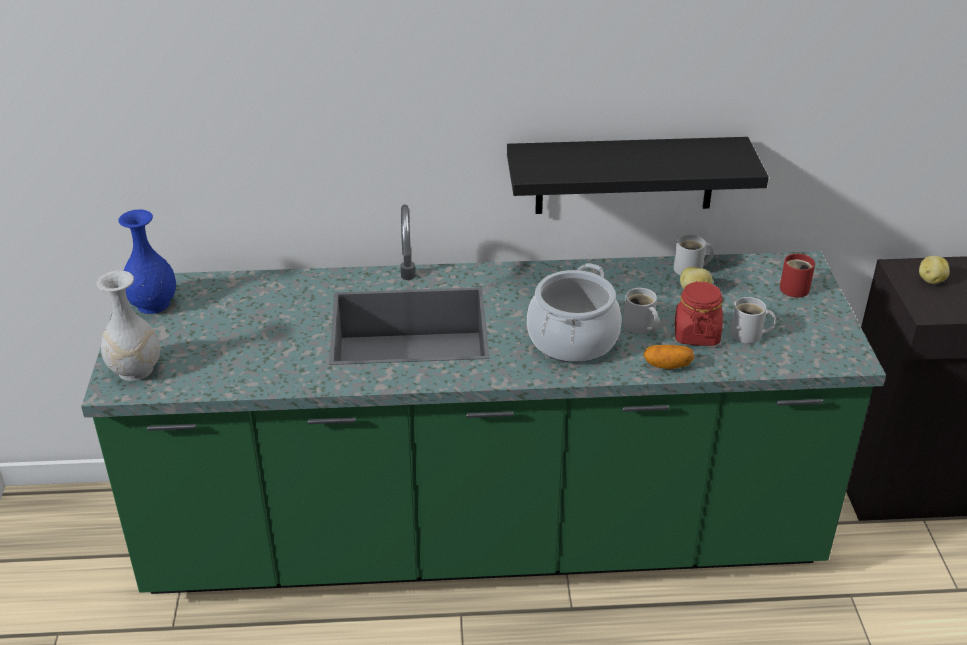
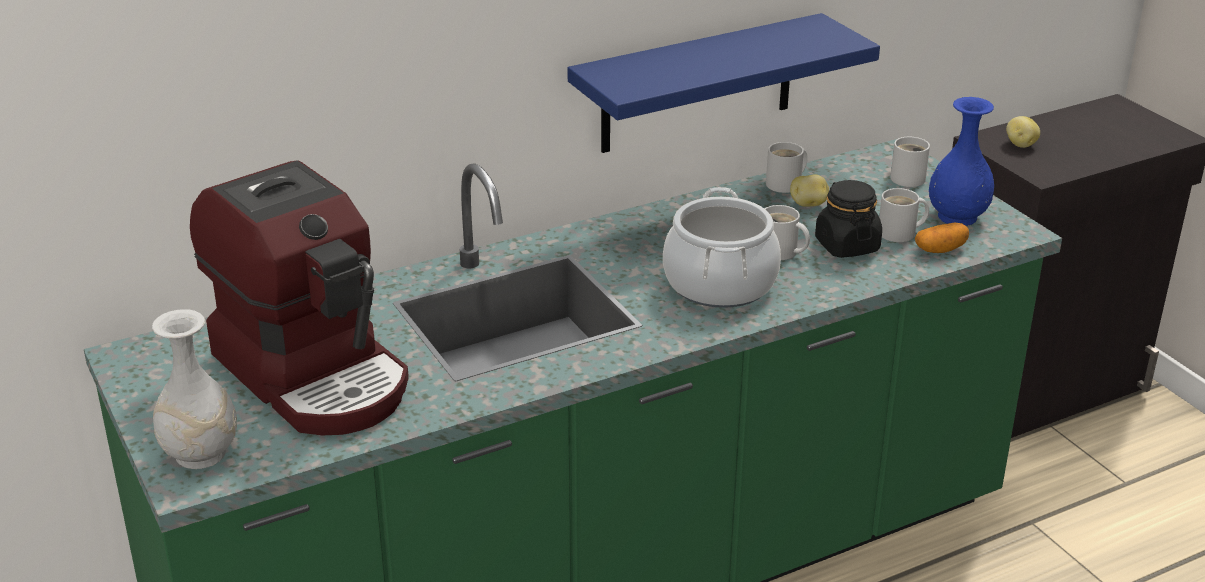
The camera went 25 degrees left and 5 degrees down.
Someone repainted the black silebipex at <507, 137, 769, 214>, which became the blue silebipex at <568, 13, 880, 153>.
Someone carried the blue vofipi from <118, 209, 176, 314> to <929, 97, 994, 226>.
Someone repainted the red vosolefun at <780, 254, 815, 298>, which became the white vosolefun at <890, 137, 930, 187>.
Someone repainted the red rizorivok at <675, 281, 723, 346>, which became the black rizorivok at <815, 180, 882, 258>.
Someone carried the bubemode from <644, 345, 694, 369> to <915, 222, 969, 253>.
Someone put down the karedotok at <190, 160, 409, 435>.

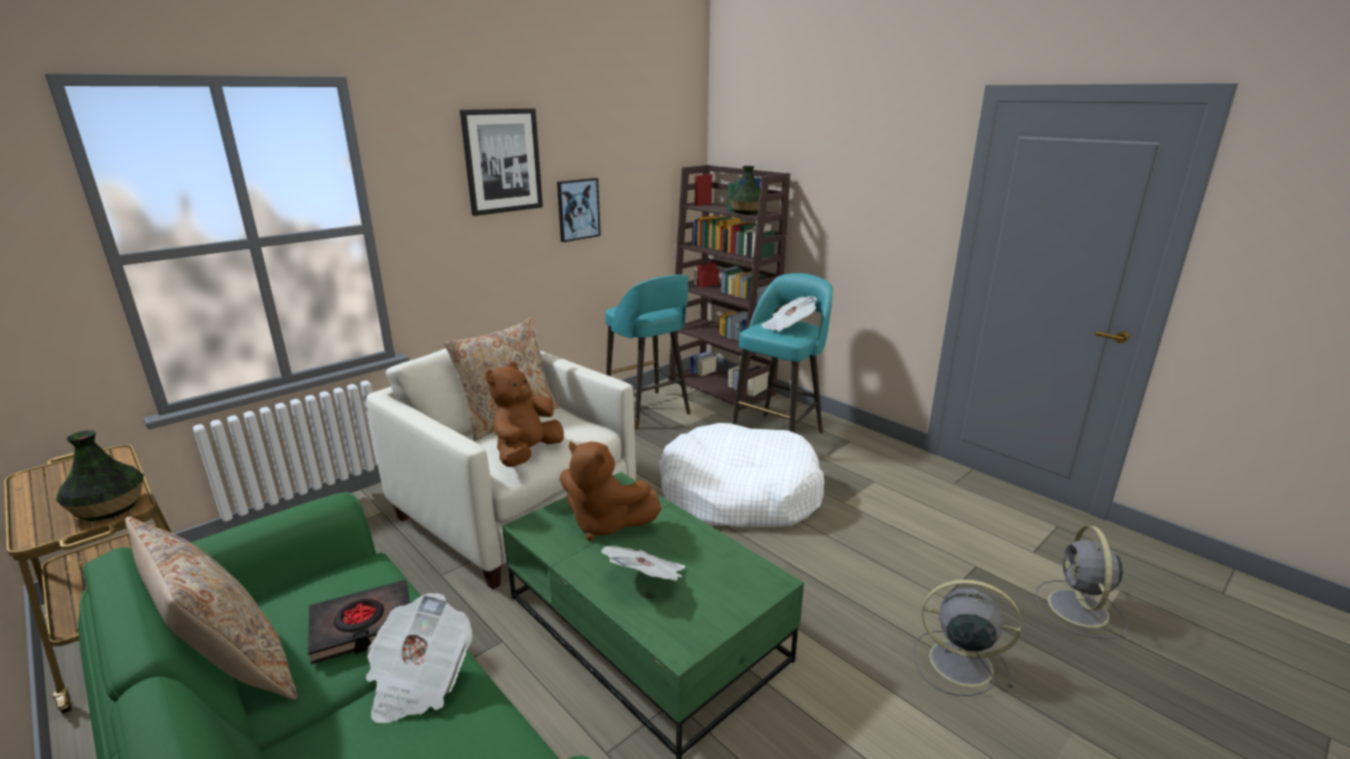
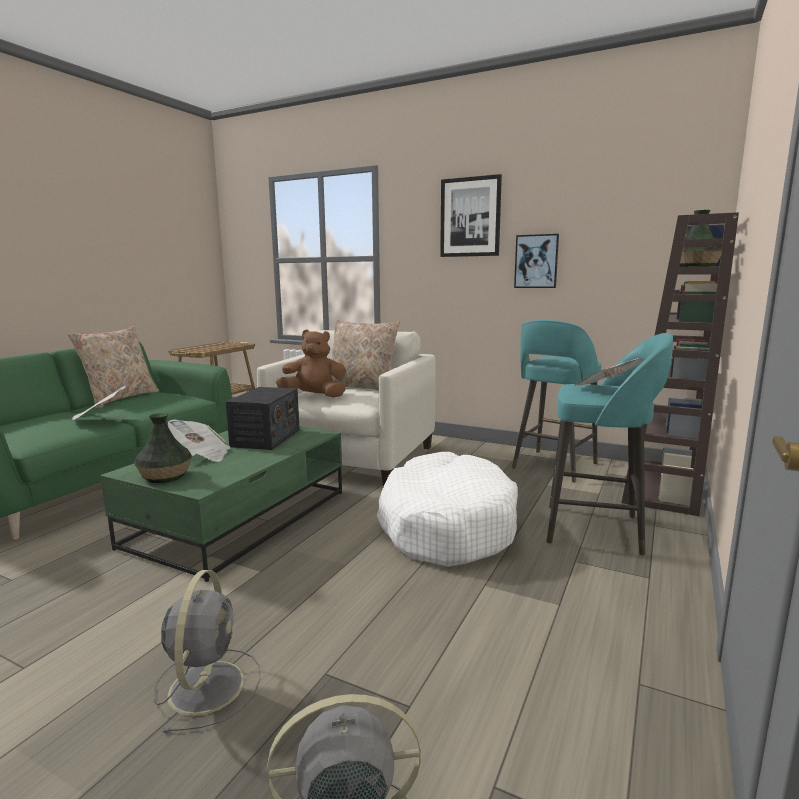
The camera went 70 degrees right and 10 degrees down.
Someone carried the vofipi from <56, 430, 144, 521> to <134, 413, 192, 483>.
Someone swapped the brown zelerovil at <560, 441, 661, 541> for the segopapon at <226, 387, 300, 450>.
Someone took away the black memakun at <308, 580, 410, 664>.

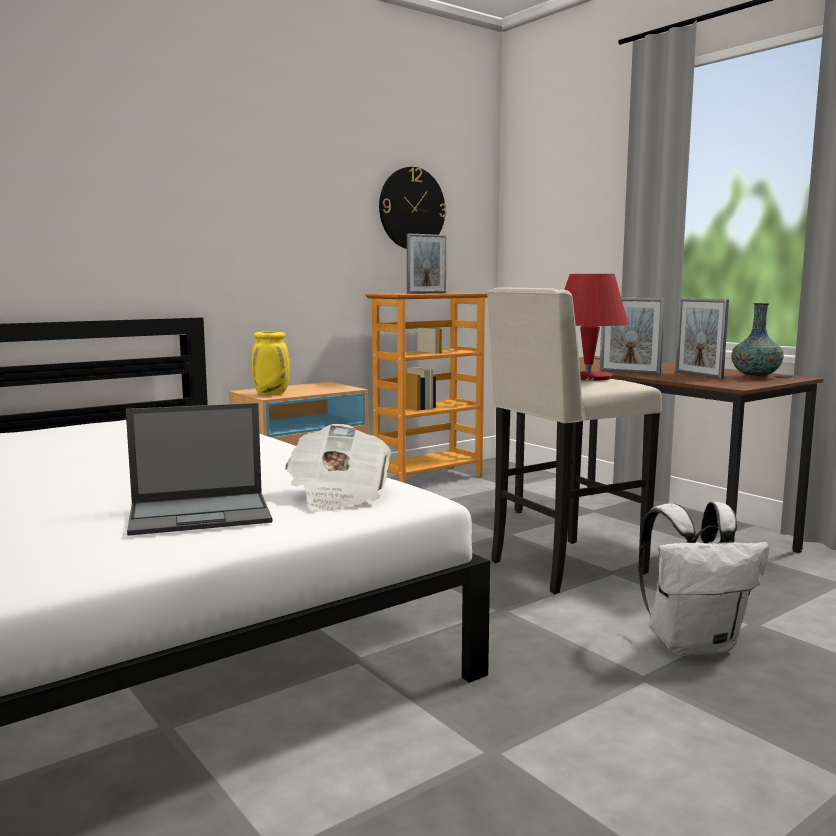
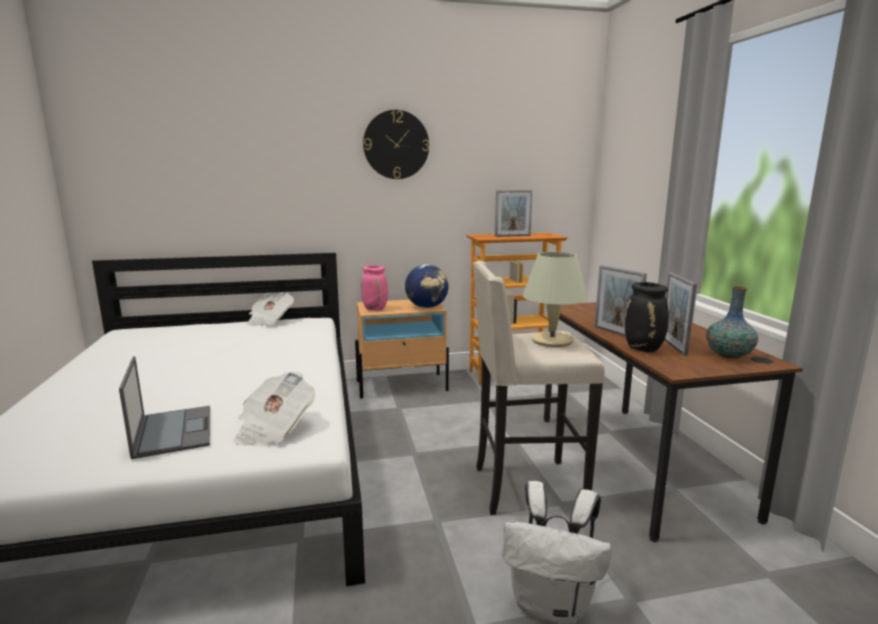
The camera went 25 degrees right and 5 degrees up.
Someone carried the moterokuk from <379, 167, 446, 249> to <363, 110, 429, 179>.
Someone repainted the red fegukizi at <564, 274, 628, 381>, which became the beige fegukizi at <523, 252, 588, 347>.
Someone repainted the yellow vofipi at <251, 331, 290, 395>, which became the pink vofipi at <361, 265, 388, 311>.
Someone rotated the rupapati at <126, 403, 272, 536> by 120 degrees counterclockwise.
Someone put down the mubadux at <405, 264, 449, 308>.
Someone put down the black vofipi at <625, 282, 669, 352>.
Someone put down the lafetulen at <247, 292, 294, 326>.

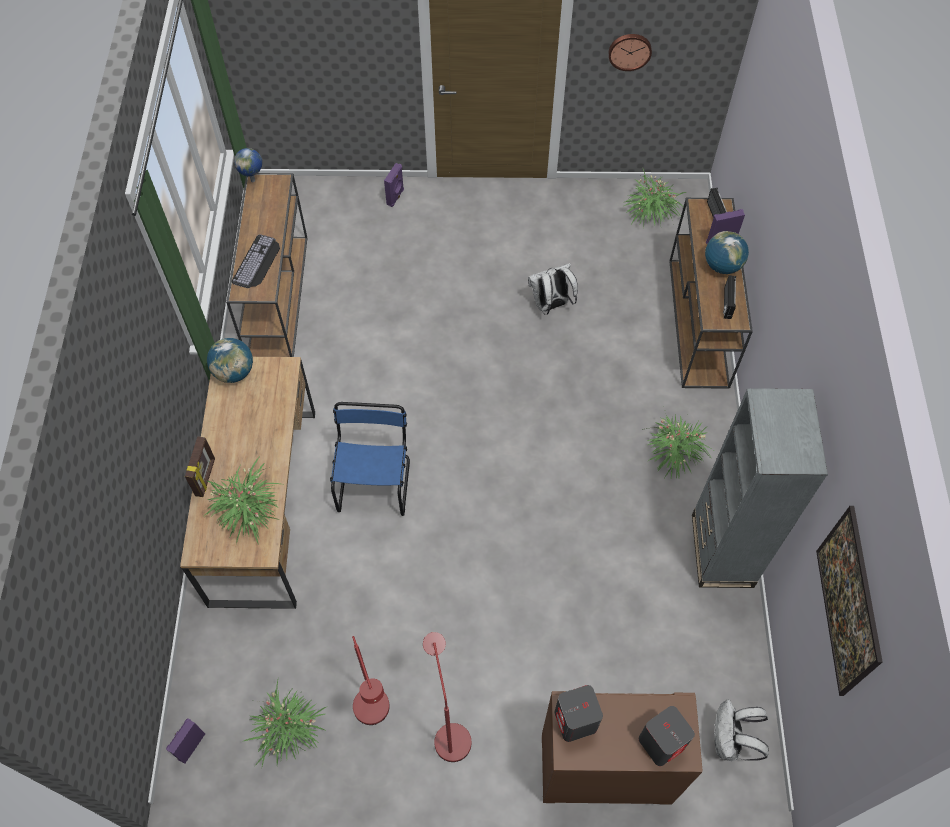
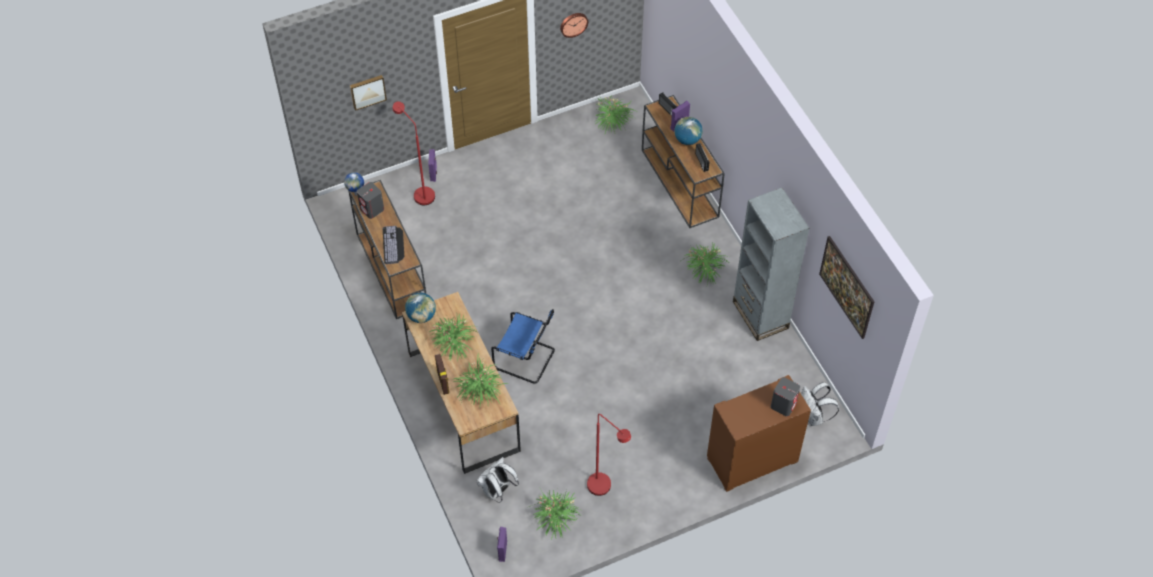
The camera went 25 degrees left and 5 degrees down.
Someone carried the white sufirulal from <528, 263, 578, 315> to <477, 457, 519, 503>.
Someone rotated the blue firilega at <330, 402, 410, 516> by 135 degrees clockwise.
Someone carried the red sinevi from <423, 632, 471, 762> to <392, 101, 435, 205>.
Someone carried the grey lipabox from <555, 685, 603, 742> to <357, 182, 384, 219>.
Someone put up the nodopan at <350, 75, 387, 111>.
Someone put down the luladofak at <428, 313, 479, 358>.

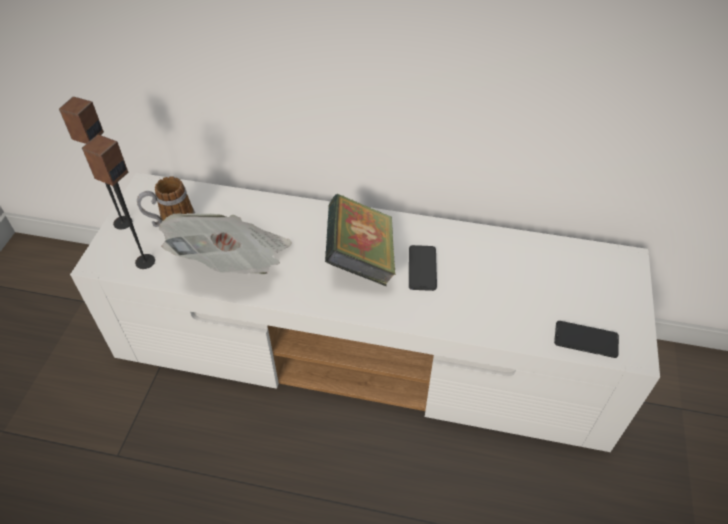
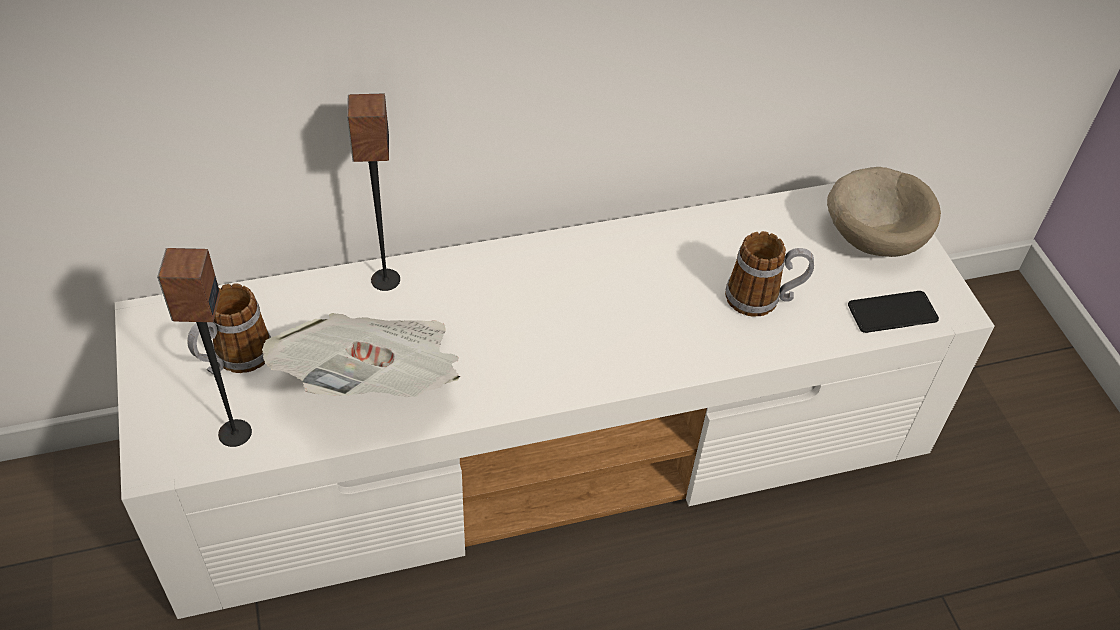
The camera went 30 degrees left and 0 degrees up.
Someone carried the lipabox from <59, 97, 132, 229> to <347, 94, 400, 291>.
Someone took away the memakun at <325, 194, 396, 286>.
Someone took away the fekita at <409, 245, 437, 291>.
Someone put down the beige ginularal at <827, 167, 941, 257>.
Someone put down the vosolefun at <725, 231, 814, 317>.

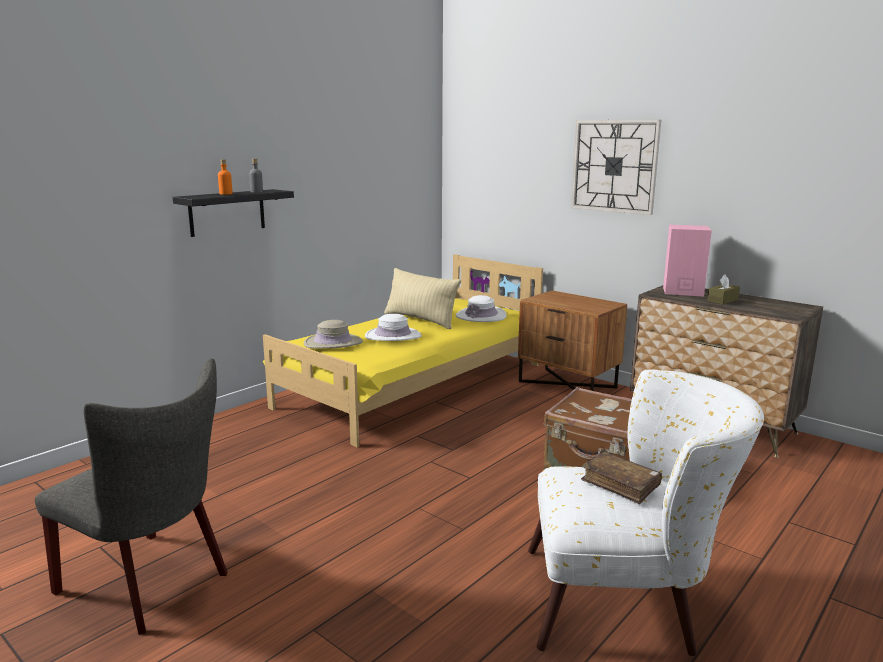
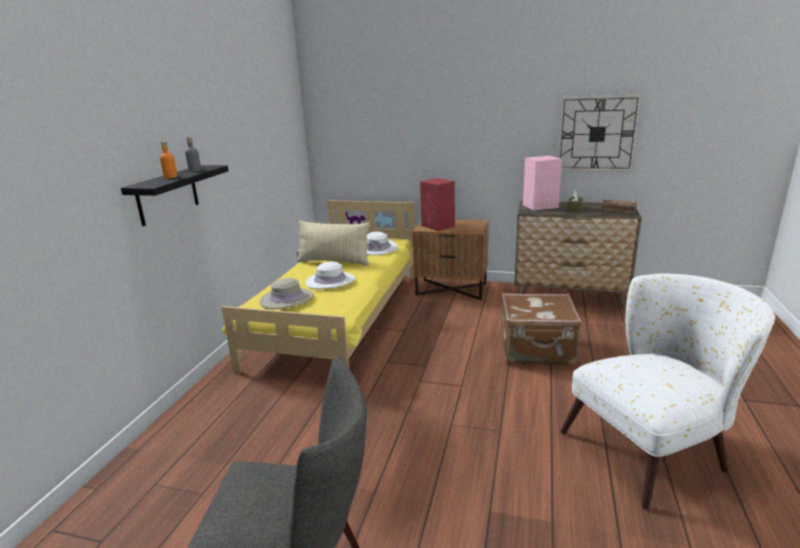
The camera went 25 degrees left and 5 degrees up.
Someone carried the moterokuk from <571, 120, 661, 215> to <557, 94, 642, 172>.
Someone carried the brown memakun from <581, 452, 662, 504> to <602, 200, 637, 214>.
Someone put down the red lipabox at <420, 178, 455, 231>.

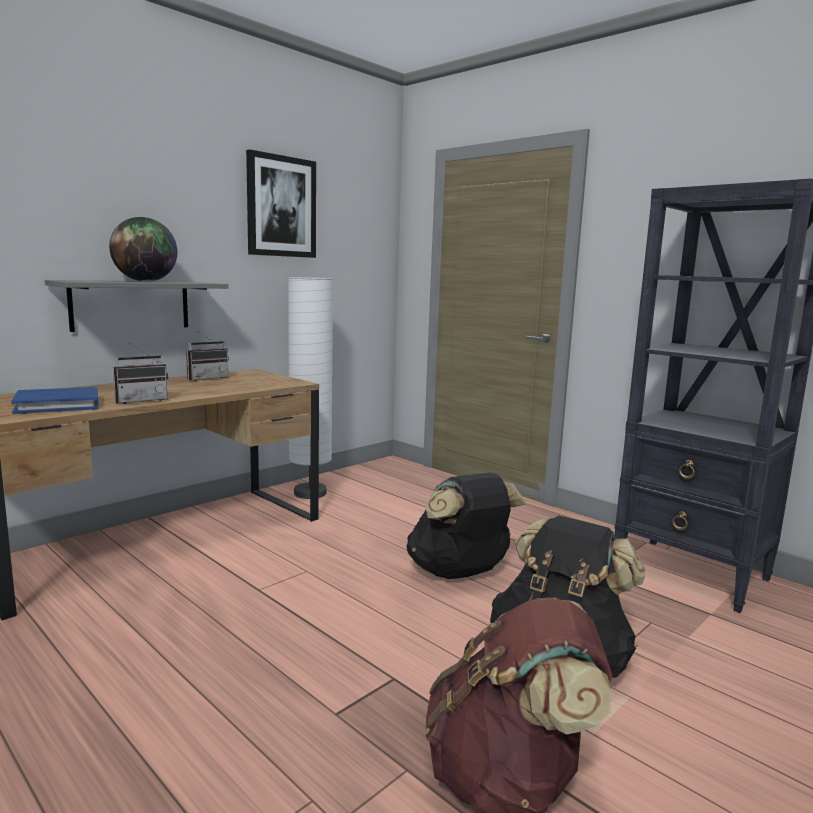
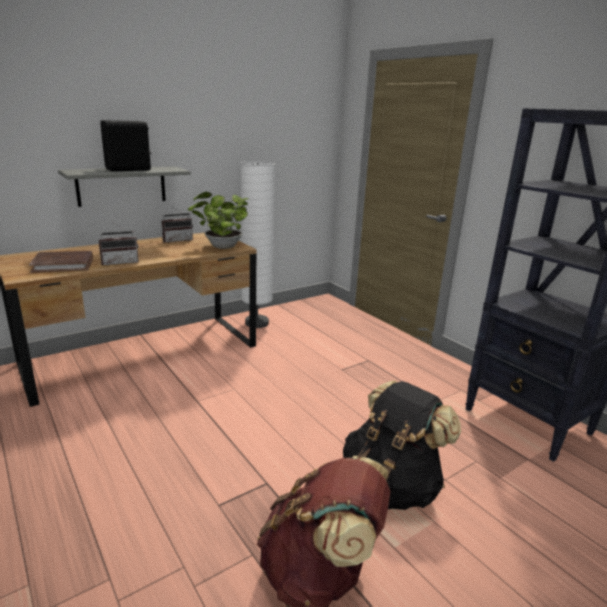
The camera went 10 degrees right and 10 degrees up.
Someone took away the nodopan at <246, 149, 316, 258>.
Someone swapped the mubadux at <109, 217, 177, 282> for the black lipabox at <100, 120, 152, 171>.
Someone repainted the blue memakun at <11, 387, 99, 414>, which became the brown memakun at <29, 251, 93, 273>.
Someone took away the black sufirulal at <406, 473, 526, 579>.
Someone put down the luladofak at <188, 192, 249, 249>.

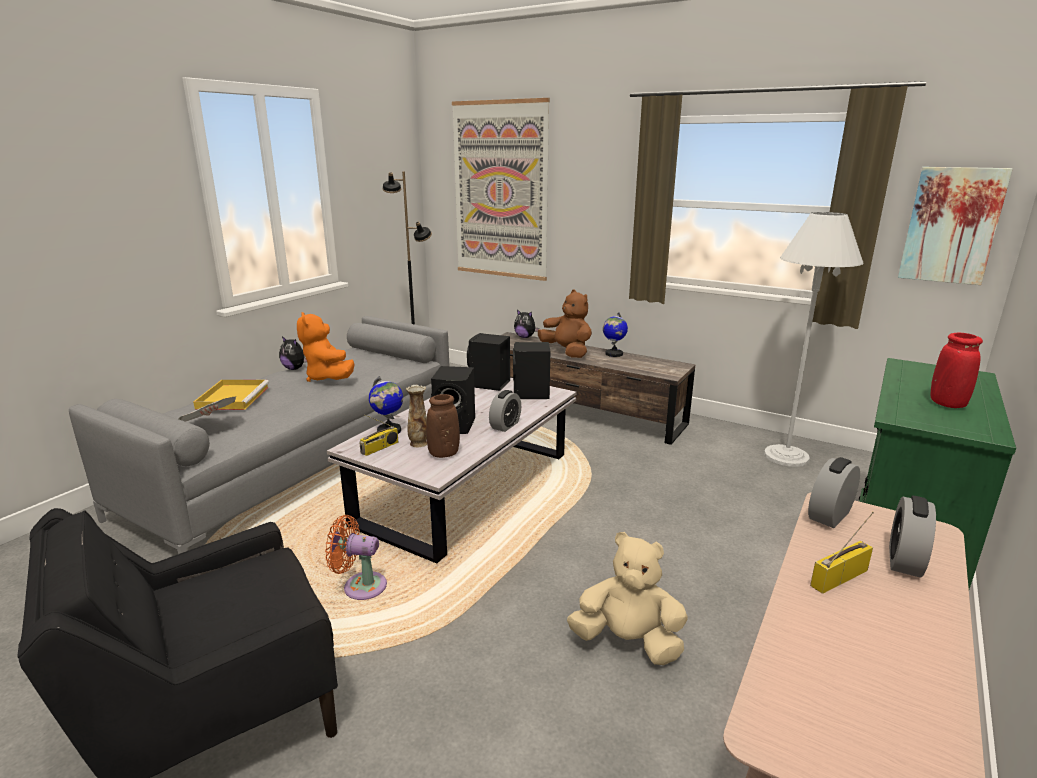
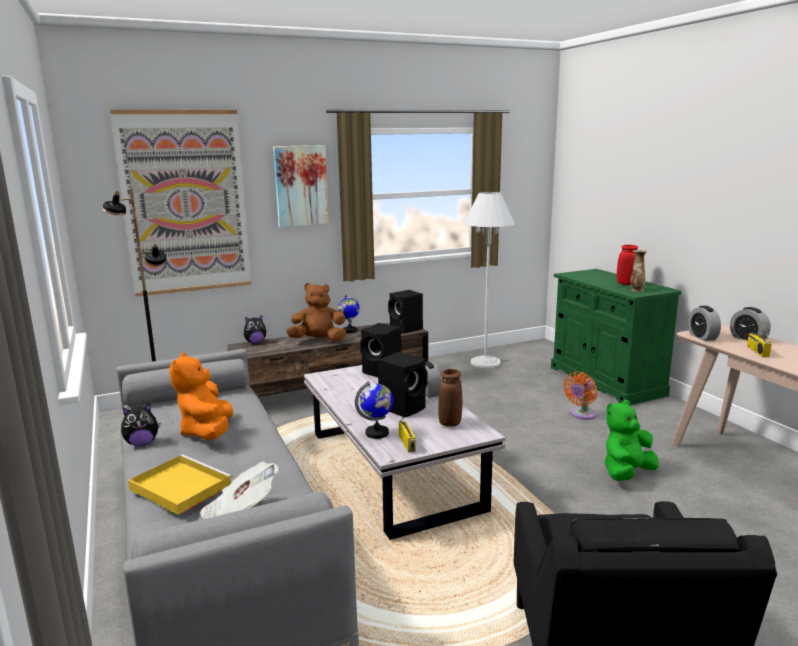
The camera went 55 degrees left and 5 degrees down.
Someone carried the nodopan from <898, 167, 1013, 285> to <273, 145, 329, 227>.
Someone rotated the orange zelerovil at <297, 312, 355, 382> by 75 degrees clockwise.
Someone carried the black lipabox from <467, 333, 510, 391> to <388, 290, 423, 334>.
Someone carried the vofipi from <406, 385, 427, 447> to <630, 249, 647, 292>.
Someone carried the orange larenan from <325, 515, 387, 600> to <563, 372, 597, 420>.
Someone repainted the beige zelerovil at <567, 532, 688, 665>, which became the green zelerovil at <605, 400, 659, 481>.

